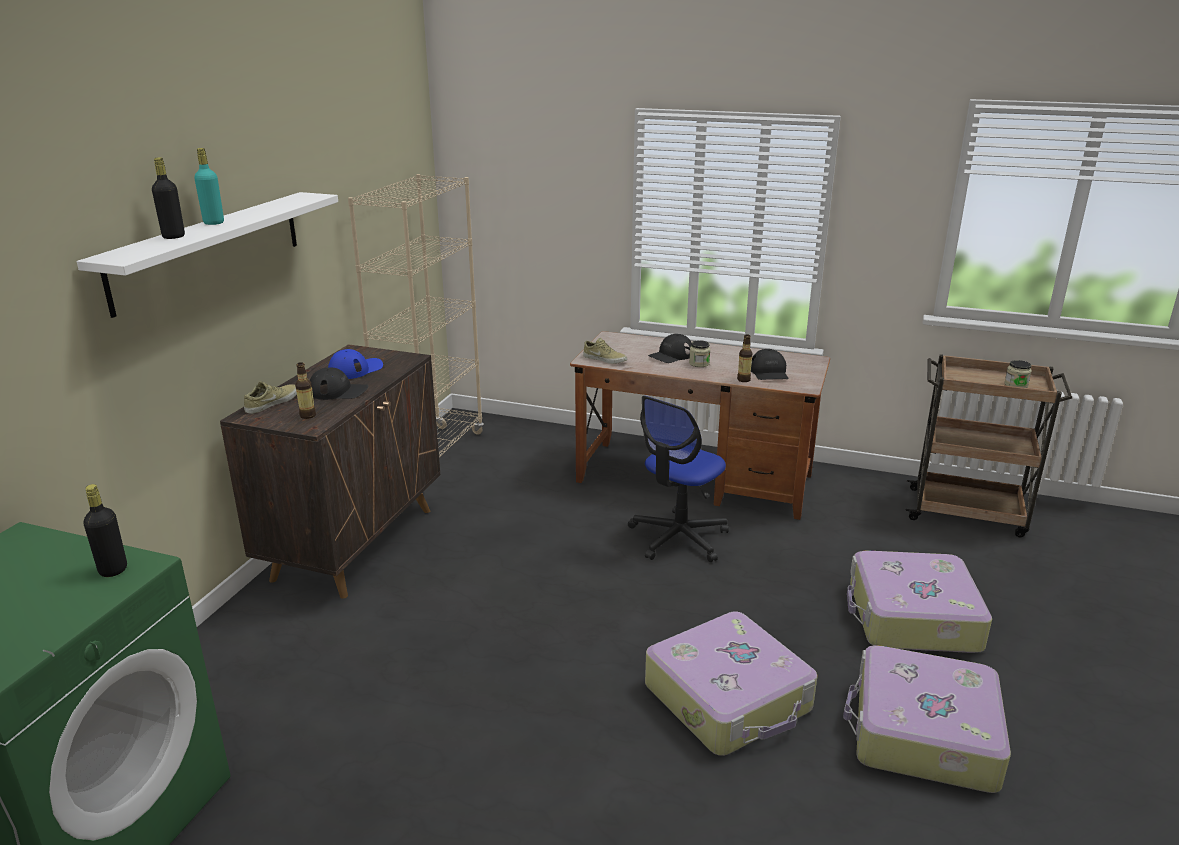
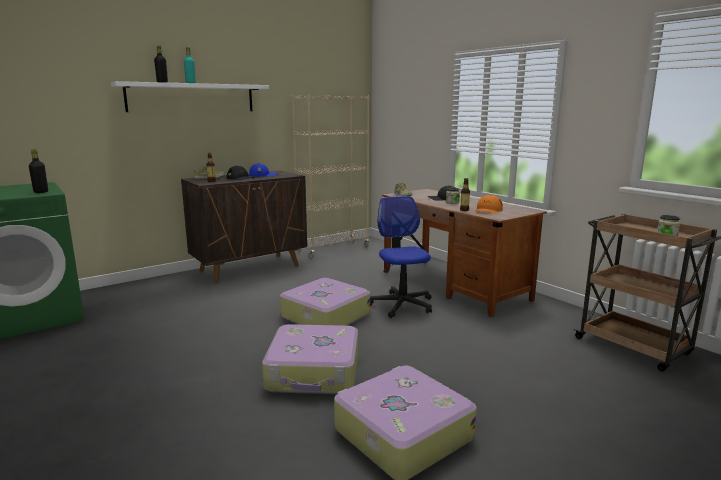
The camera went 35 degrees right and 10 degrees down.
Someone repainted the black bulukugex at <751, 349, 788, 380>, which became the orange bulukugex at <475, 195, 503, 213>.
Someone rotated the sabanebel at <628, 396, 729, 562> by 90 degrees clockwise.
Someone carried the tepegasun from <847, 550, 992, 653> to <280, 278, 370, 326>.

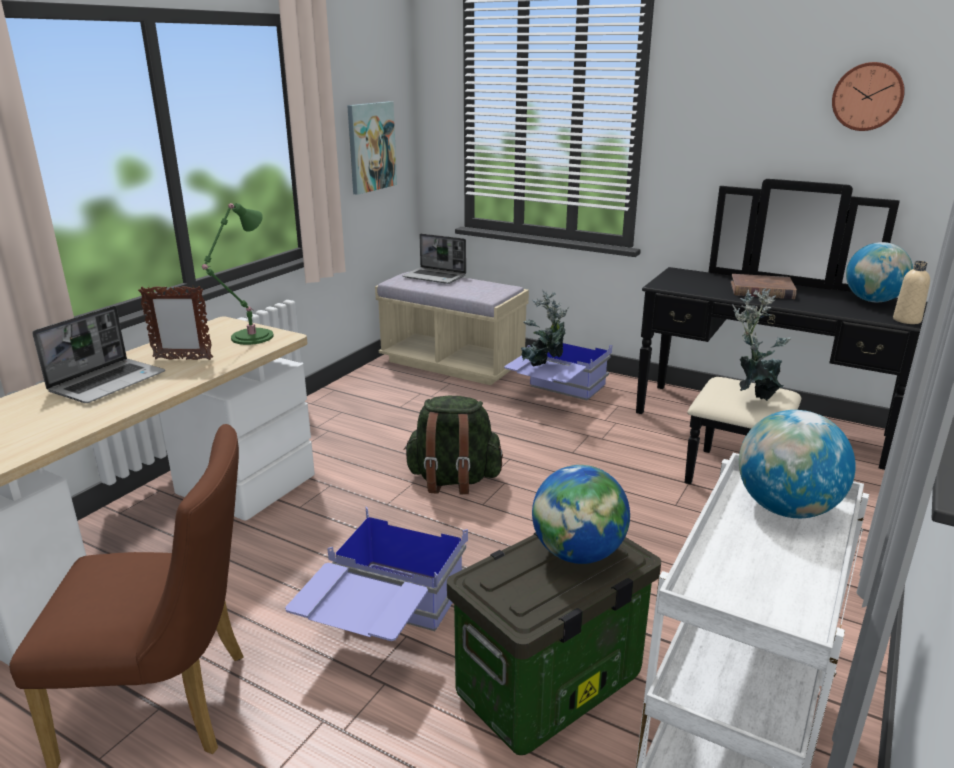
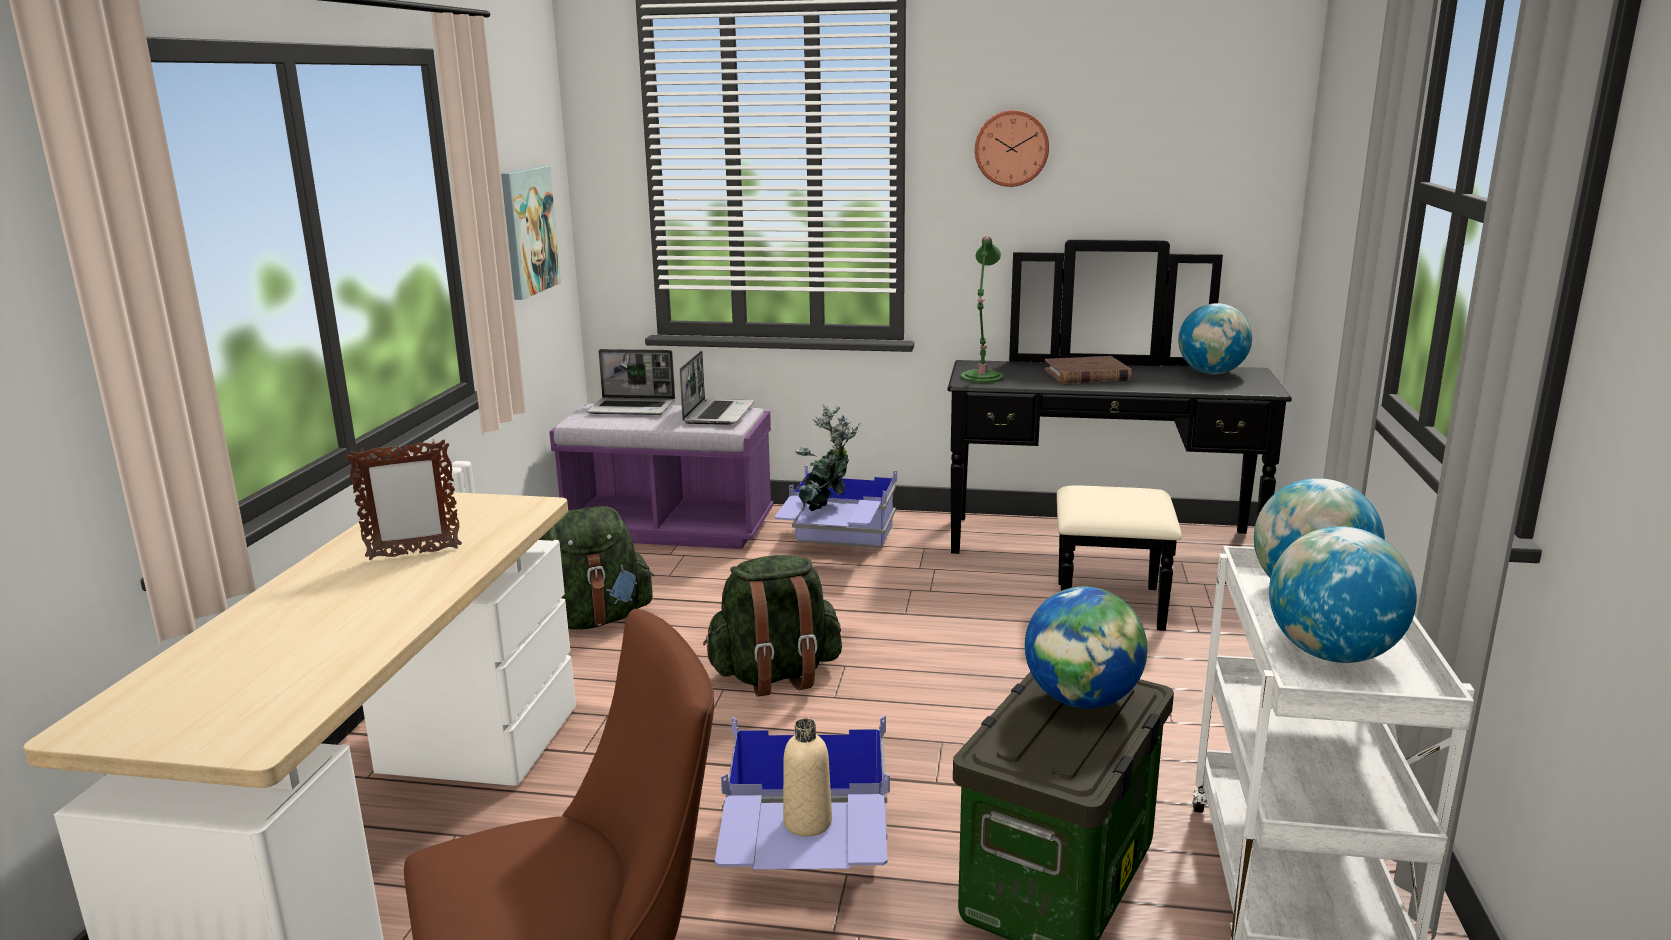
The camera went 20 degrees left and 5 degrees down.
Someone carried the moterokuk from <832, 62, 905, 131> to <975, 110, 1049, 187>.
Someone carried the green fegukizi from <202, 203, 274, 345> to <961, 236, 1004, 383>.
Someone carried the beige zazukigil from <893, 261, 930, 324> to <783, 718, 832, 836>.
Someone repainted the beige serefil at <375, 271, 529, 385>, which became the purple serefil at <549, 404, 773, 549>.
Someone took away the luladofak at <732, 288, 791, 401>.
Someone carried the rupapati from <32, 306, 165, 403> to <680, 351, 754, 425>.
Someone put down the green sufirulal at <542, 506, 654, 630>.
Someone put down the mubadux at <1269, 526, 1417, 663>.

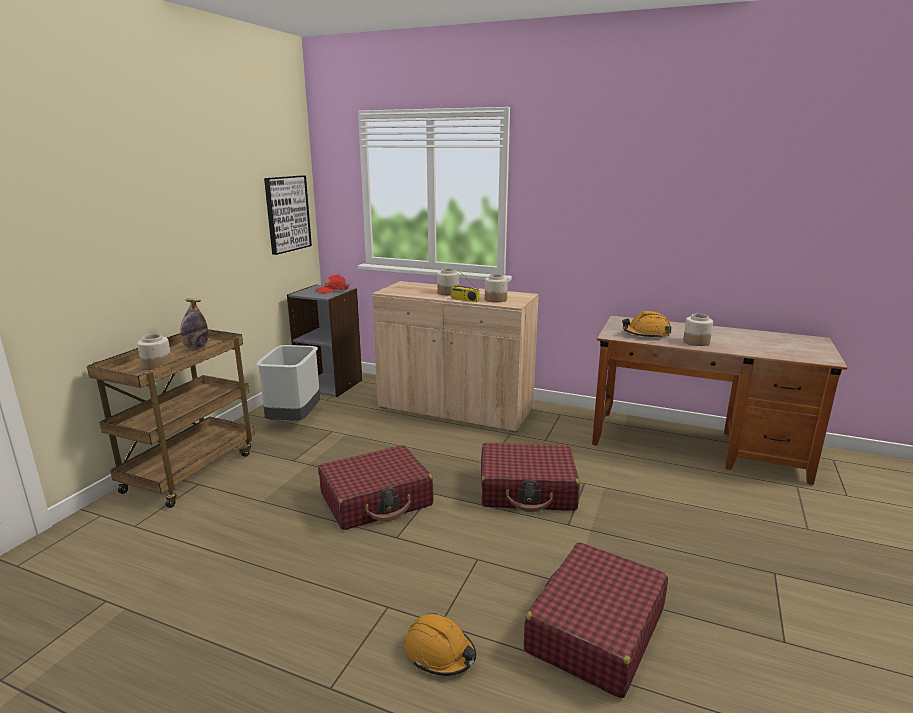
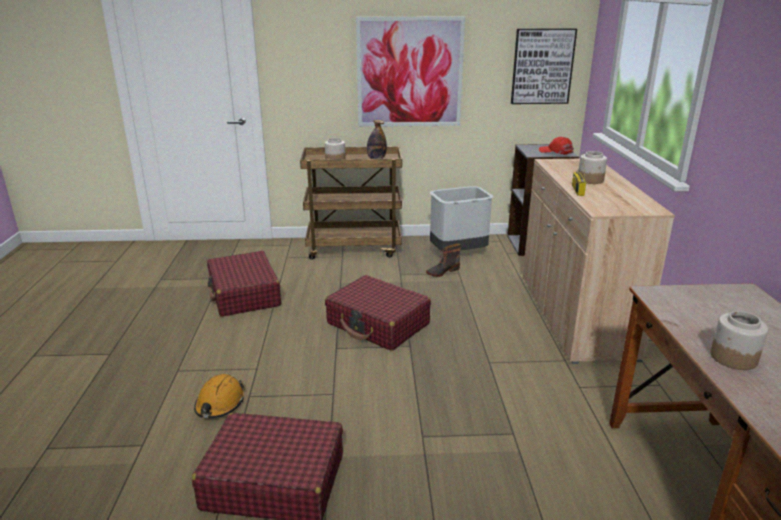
The camera went 65 degrees right and 5 degrees up.
Someone took away the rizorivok at <485, 274, 508, 303>.
Someone took away the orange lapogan at <622, 311, 671, 339>.
Someone carried the red tepegasun from <481, 443, 580, 512> to <207, 251, 281, 317>.
Someone put up the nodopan at <356, 17, 465, 127>.
Someone put down the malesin at <426, 243, 461, 277>.

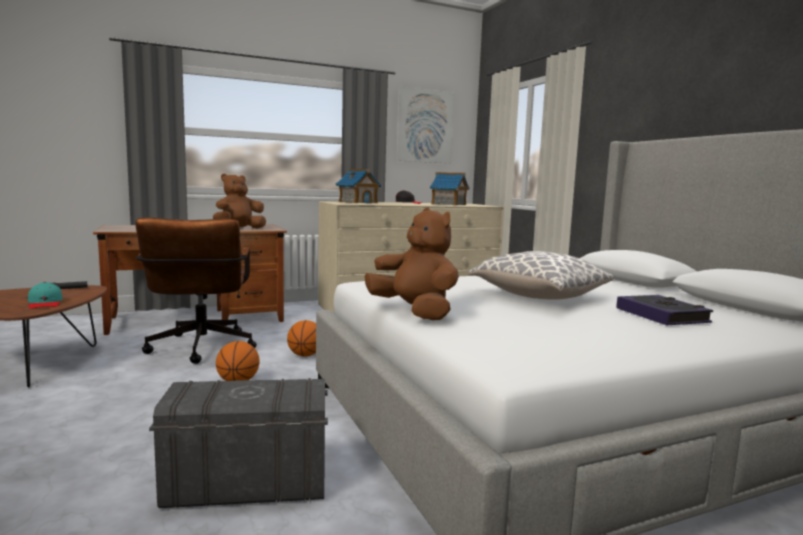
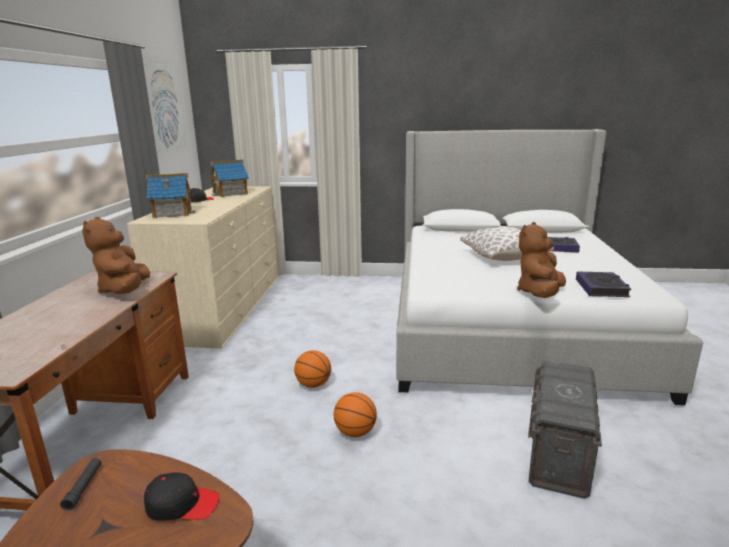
The camera went 60 degrees left and 10 degrees up.
Someone rotated the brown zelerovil at <365, 208, 459, 320> by 45 degrees counterclockwise.
Someone took away the brown sabanebel at <135, 217, 257, 364>.
Someone repainted the turquoise bulukugex at <28, 282, 63, 309>, which became the black bulukugex at <144, 472, 219, 521>.
Someone put down the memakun at <576, 271, 631, 297>.

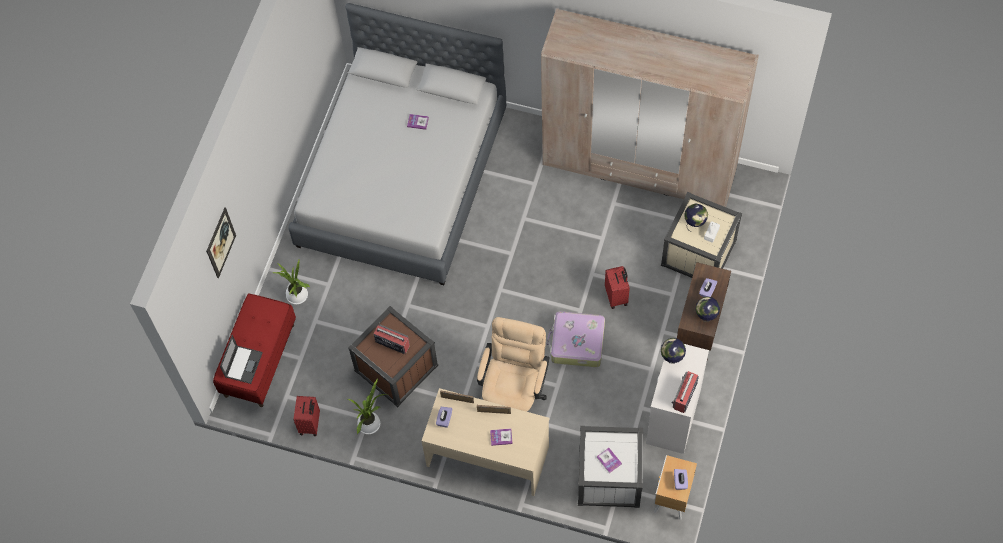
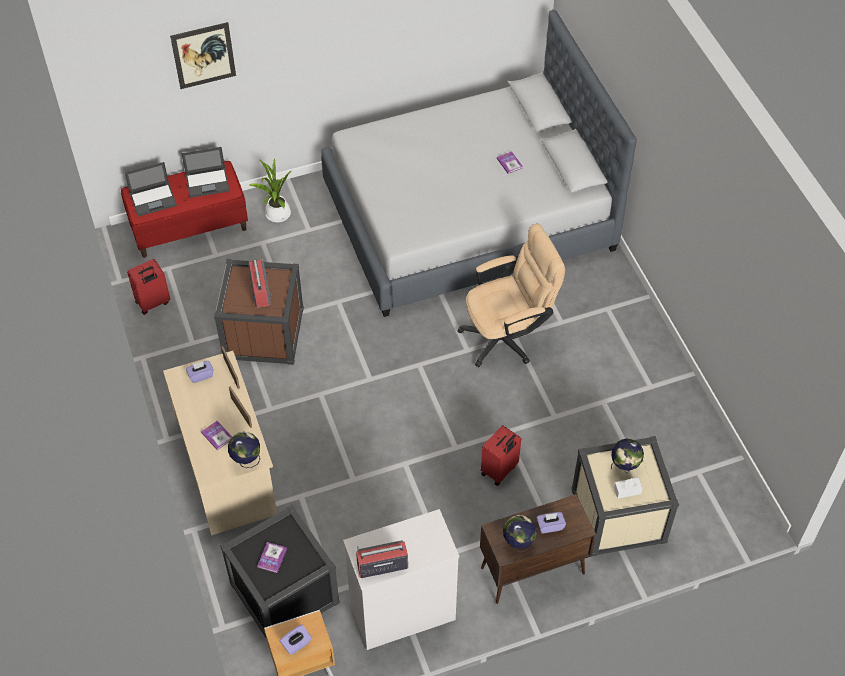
The camera went 50 degrees right and 10 degrees down.
Someone took away the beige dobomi at <541, 8, 759, 207>.
Someone took away the tepegasun at <547, 311, 605, 367>.
Someone carried the beige sabanebel from <477, 317, 550, 412> to <457, 224, 565, 367>.
Someone carried the mubadux from <661, 338, 686, 364> to <228, 432, 260, 468>.
Someone took away the luladofak at <348, 379, 386, 434>.
Someone repainted the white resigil at <578, 426, 643, 508>, which became the black resigil at <220, 505, 340, 638>.
Someone put down the rupapati at <181, 147, 230, 198>.

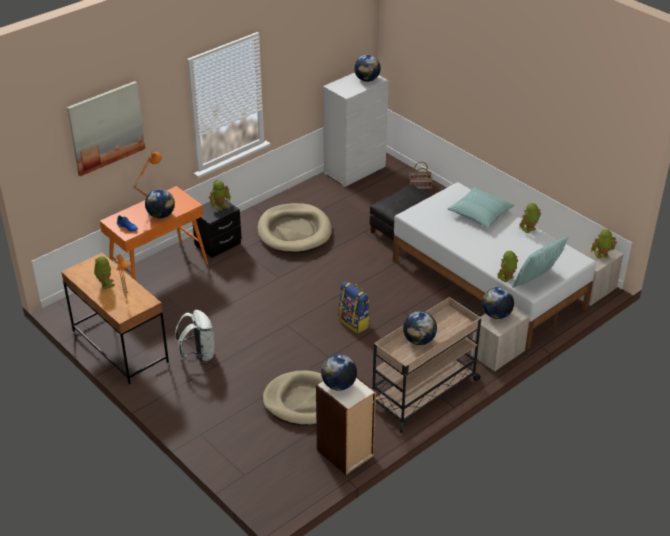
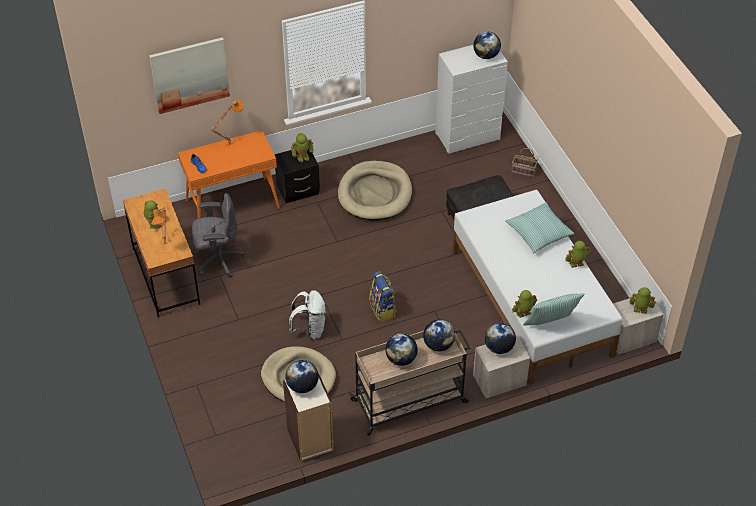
The camera went 20 degrees right and 10 degrees up.
Someone carried the mubadux from <145, 189, 175, 219> to <423, 319, 455, 352>.
Someone carried the white sufirulal from <175, 310, 215, 363> to <289, 290, 326, 340>.
Someone put down the grey sabanebel at <192, 193, 245, 278>.

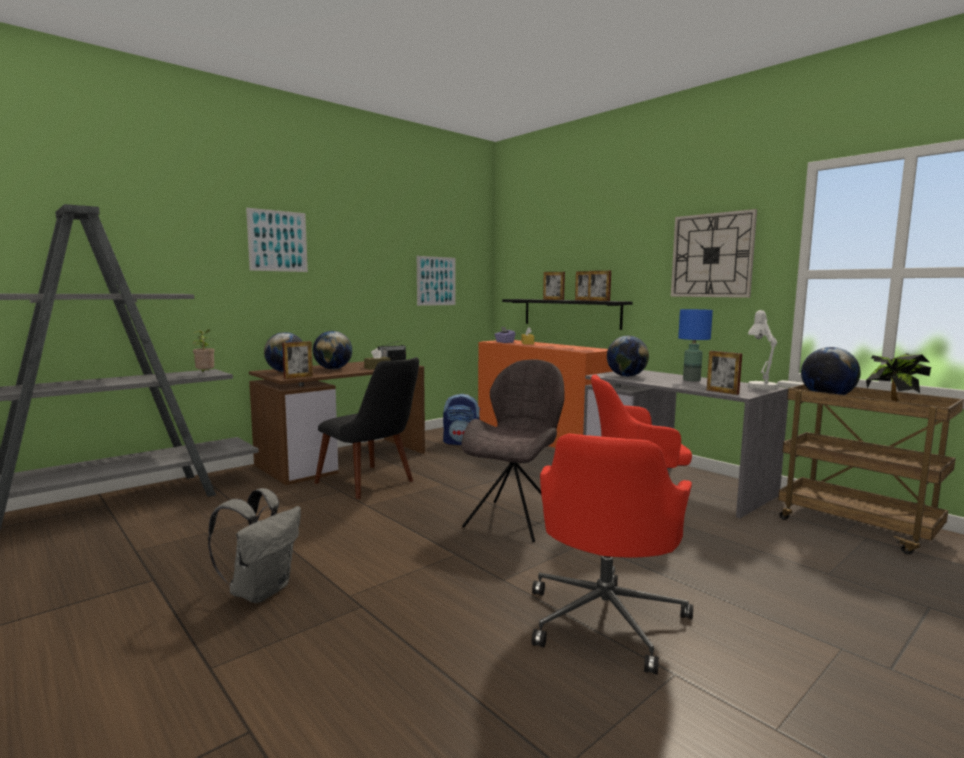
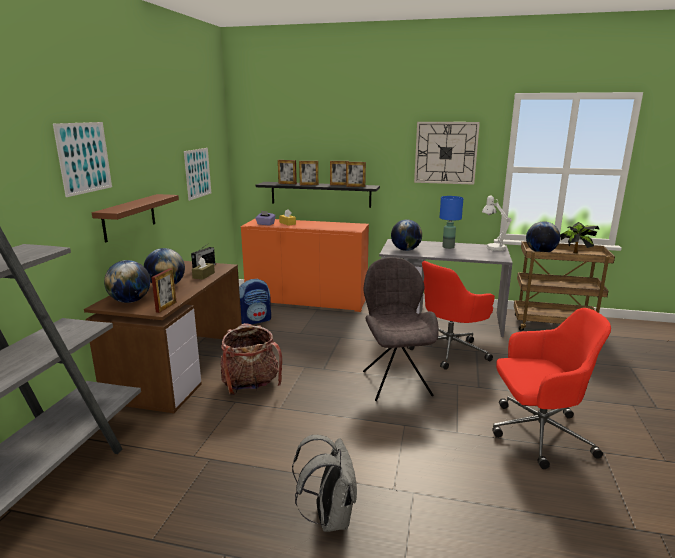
The camera went 35 degrees left and 10 degrees up.
Someone took away the luladofak at <193, 330, 215, 373>.
Someone carried the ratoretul from <707, 351, 742, 395> to <278, 160, 297, 184>.
Someone swapped the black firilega at <314, 357, 419, 499> for the sufirulal at <220, 323, 282, 395>.
Someone rotated the red sabanebel at <532, 434, 693, 675> by 75 degrees counterclockwise.
Someone put up the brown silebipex at <92, 194, 179, 243>.

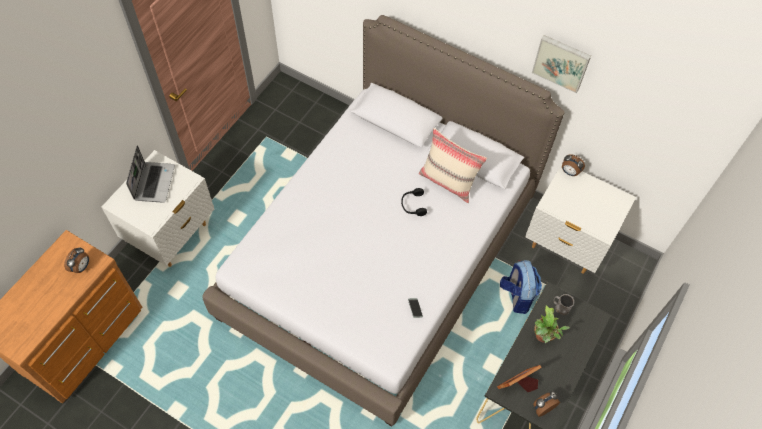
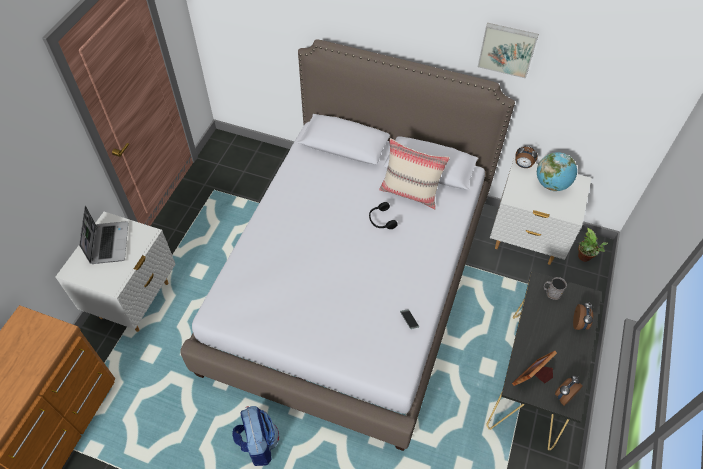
The camera went 10 degrees left and 5 degrees down.
Someone carried the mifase from <64, 247, 89, 273> to <573, 302, 593, 330>.
Someone carried the sufirulal from <500, 260, 542, 314> to <232, 406, 279, 466>.
Someone carried the luladofak from <534, 305, 570, 343> to <578, 228, 608, 262>.
Someone put down the mubadux at <537, 152, 577, 191>.

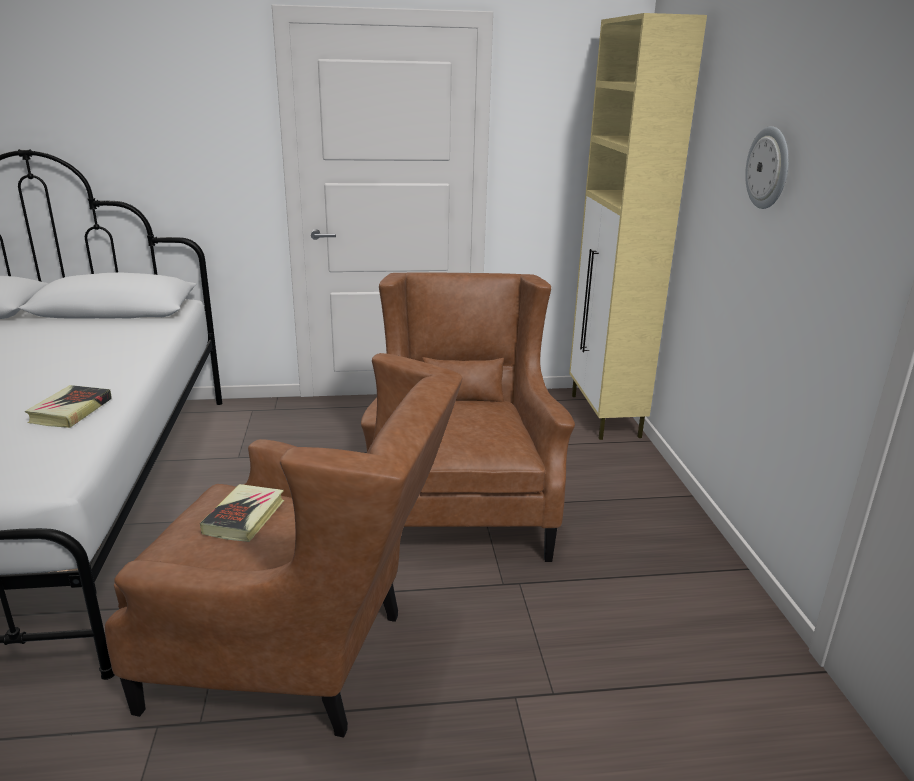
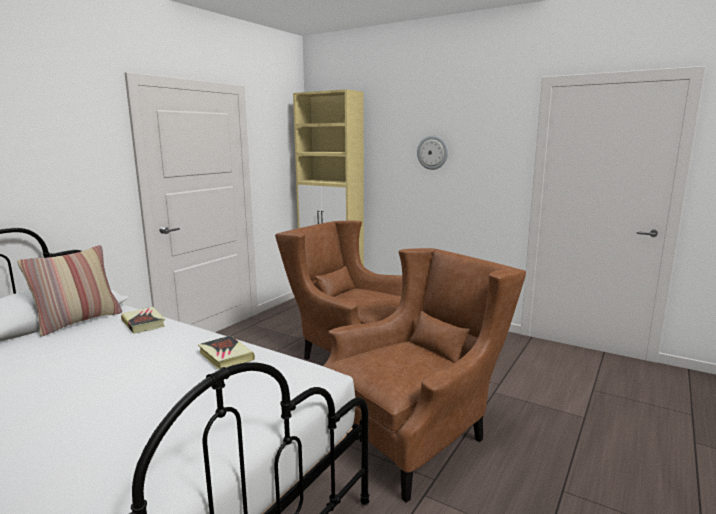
The camera went 50 degrees left and 10 degrees down.
Someone carried the memakun from <200, 484, 284, 542> to <121, 306, 165, 334>.
Someone put down the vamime at <17, 245, 122, 337>.

